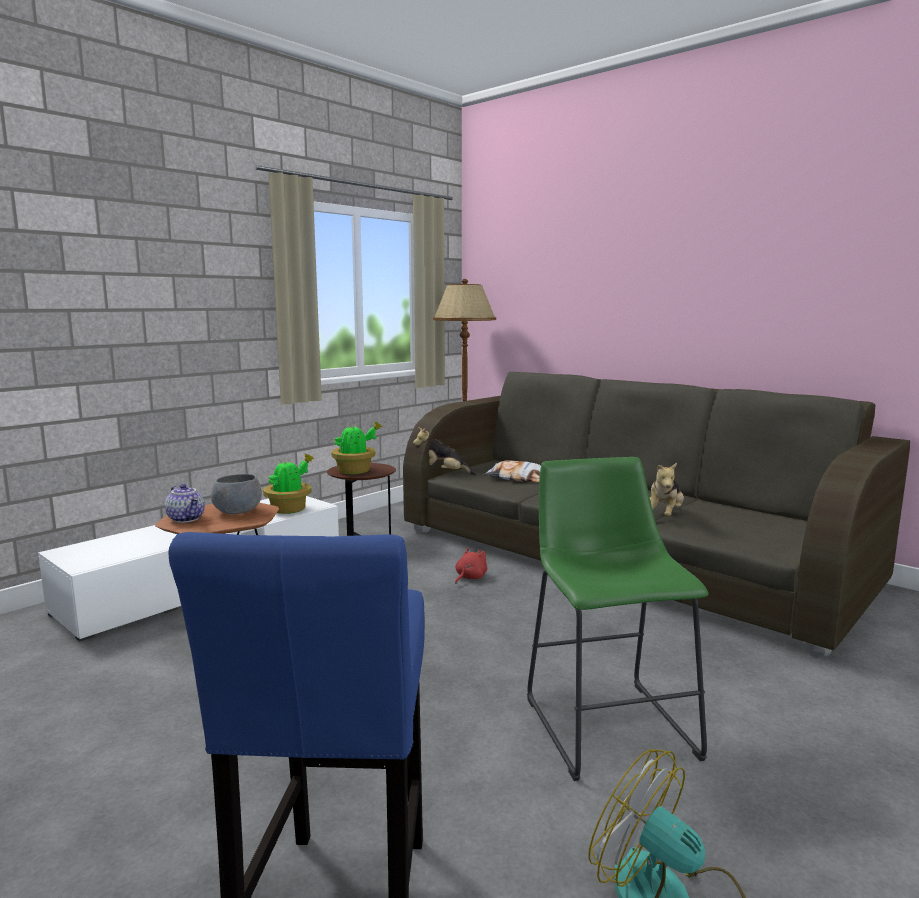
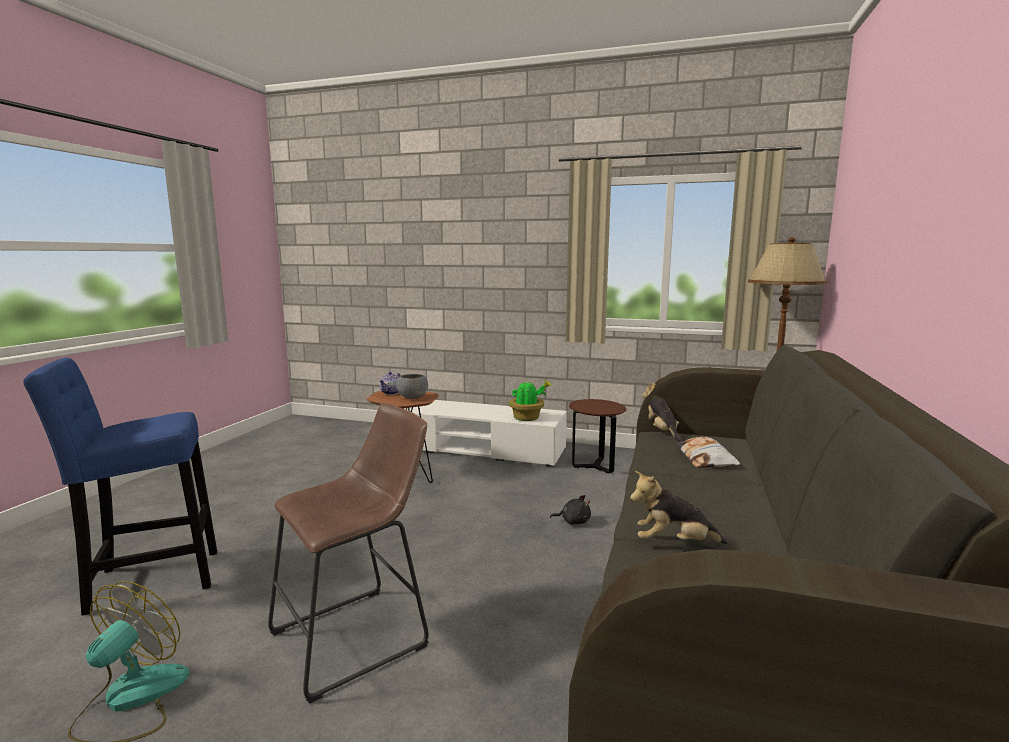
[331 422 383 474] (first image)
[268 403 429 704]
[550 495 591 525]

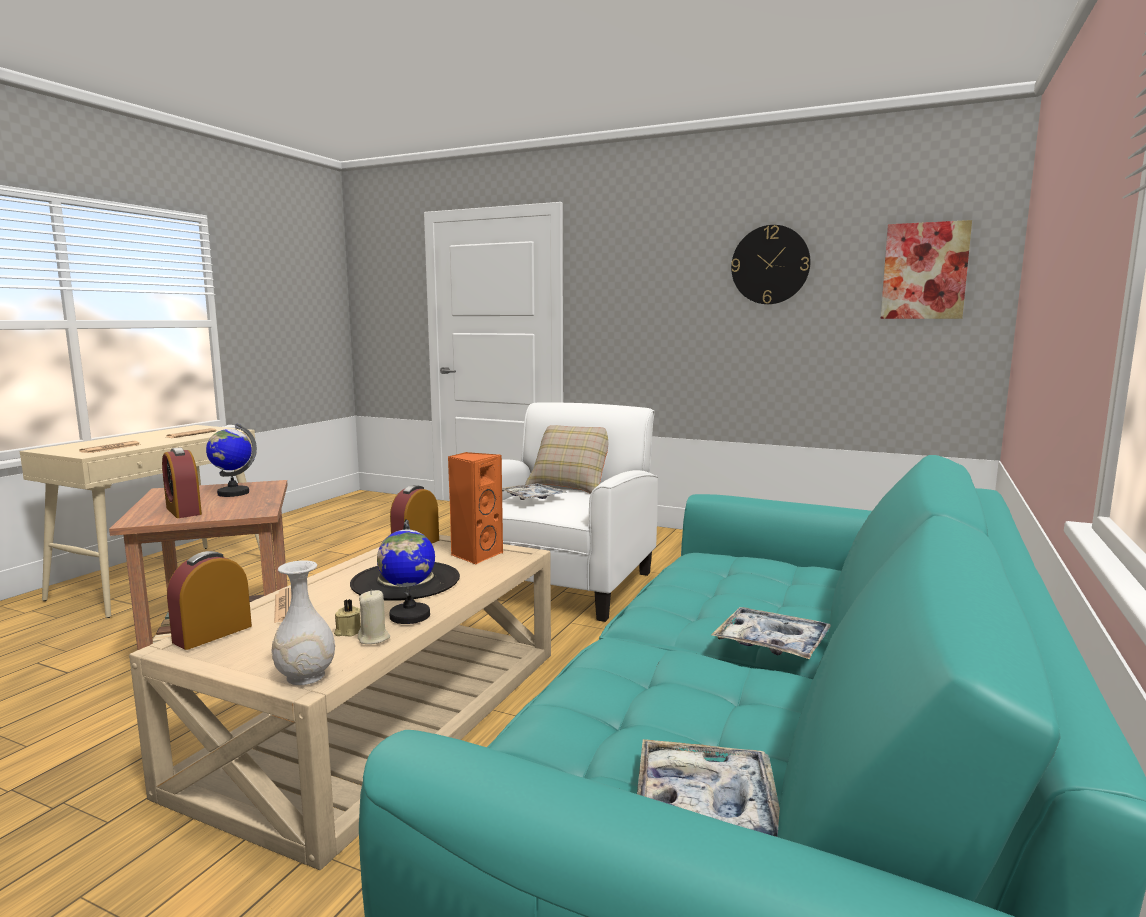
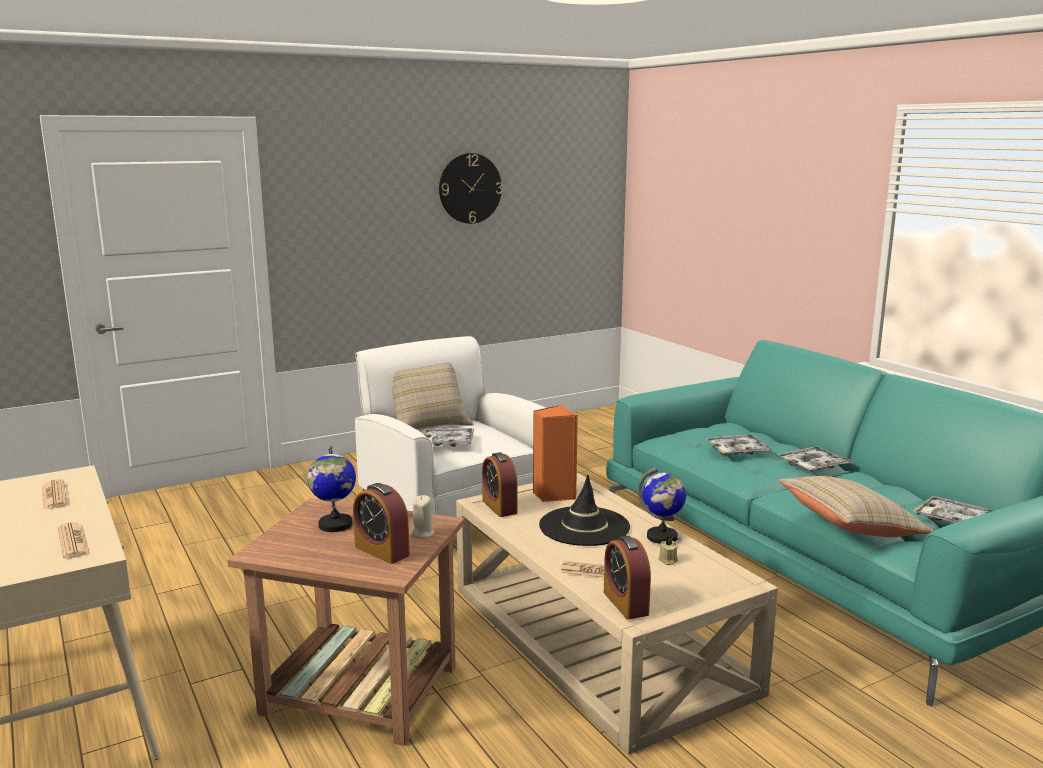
[880 220 972 319] (first image)
[353 483 410 564]
[272 560 335 685] (first image)
[411 495 434 538]
[706 435 773 455]
[778 476 933 537]

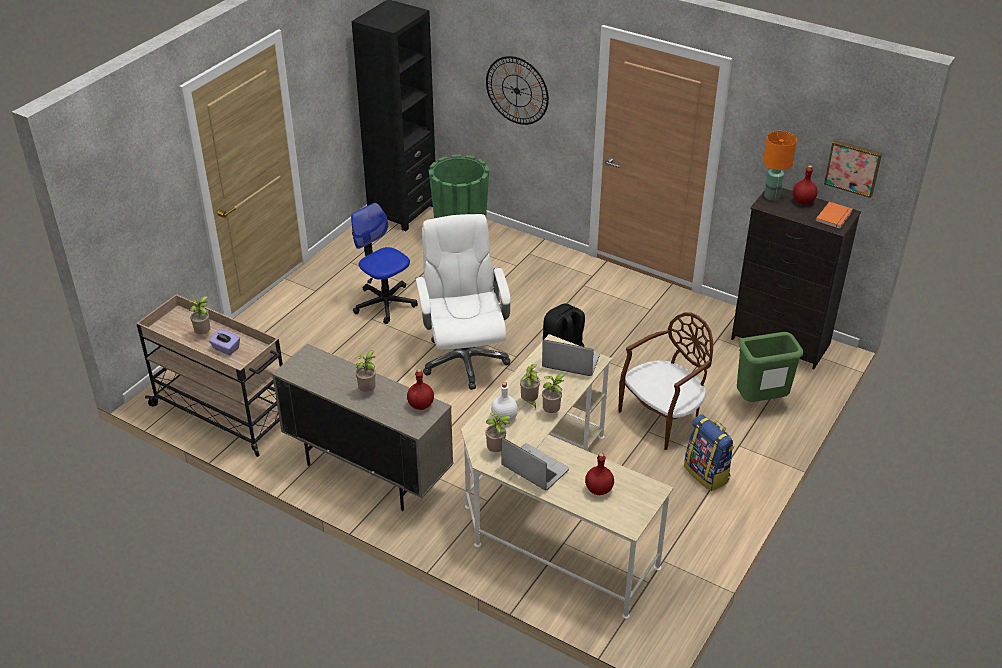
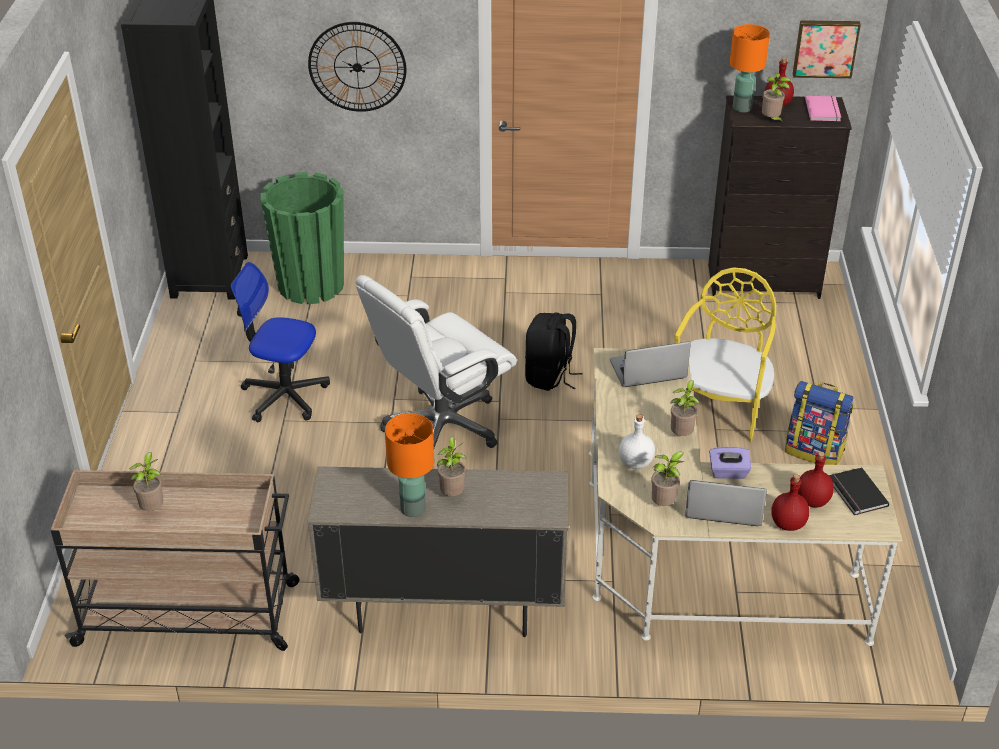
[805 96 841 122]
[355 275 517 448]
[674 267 776 443]
[709 447 751 479]
[737 332 803 402] (first image)
[762 72 791 122]
[771 474 809 531]
[385 413 434 517]
[829 468 889 515]

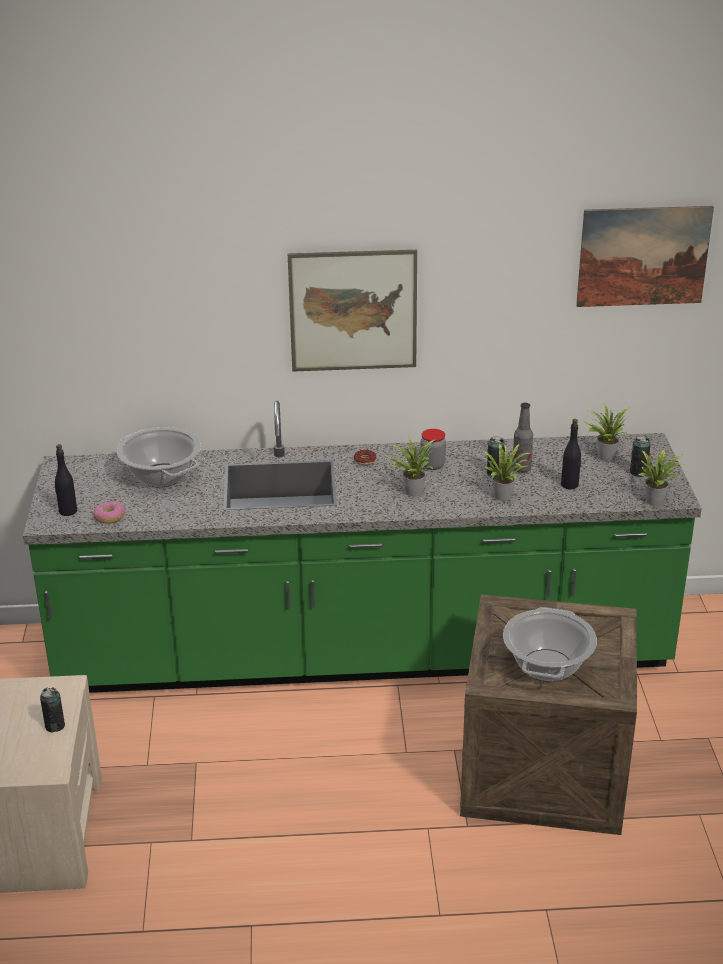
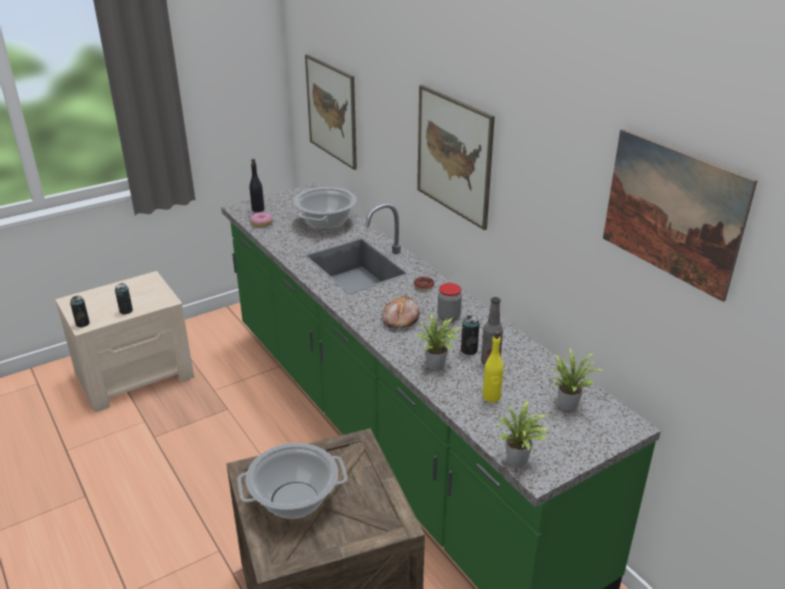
[483 331 503 402]
[382 295 420 328]
[70 296 90 327]
[305 54 357 170]

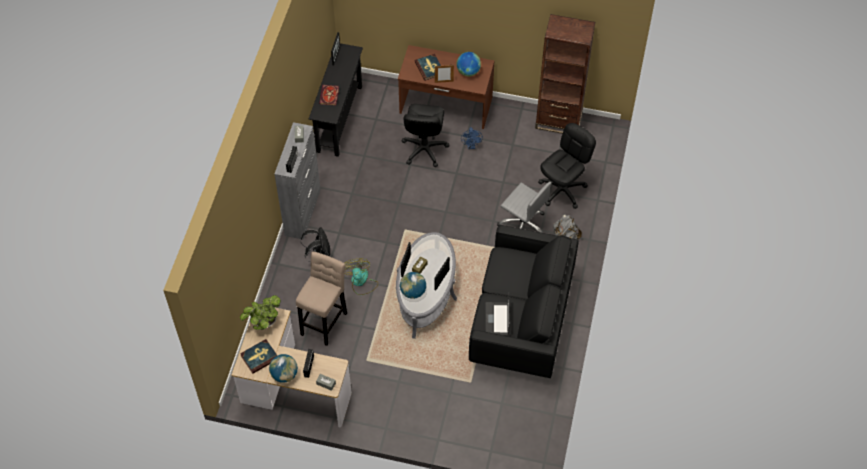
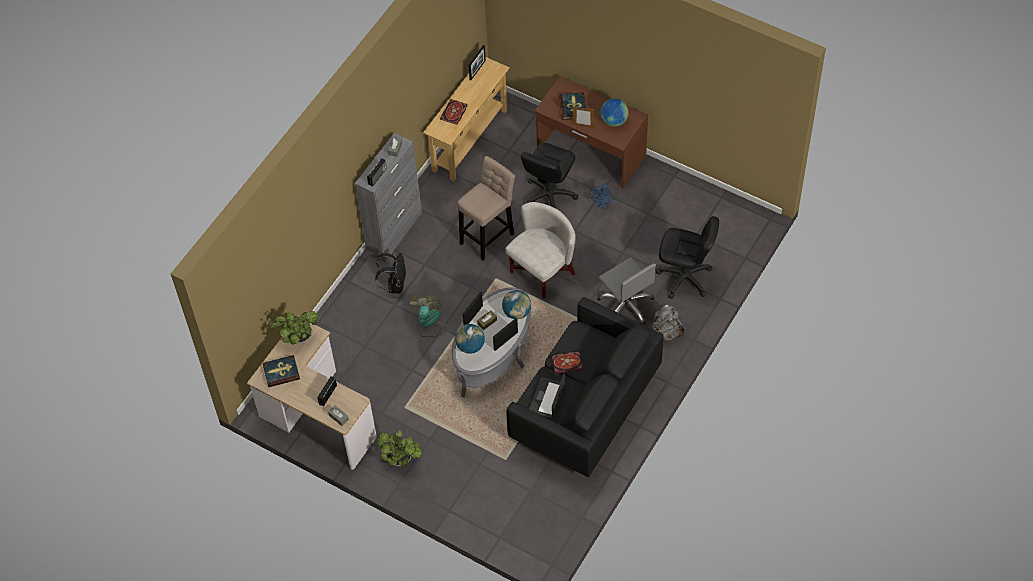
[535 14 595 134] (first image)
[423 57 510 181]
[656 216 719 299]
[457 156 515 260]
[502 290 531 319]
[505 202 576 299]
[552 352 583 374]
[377 430 422 466]

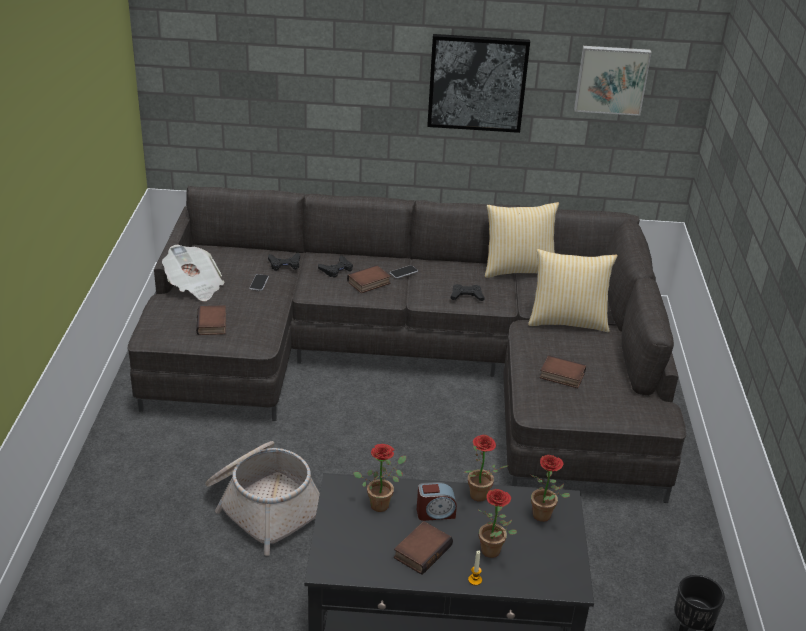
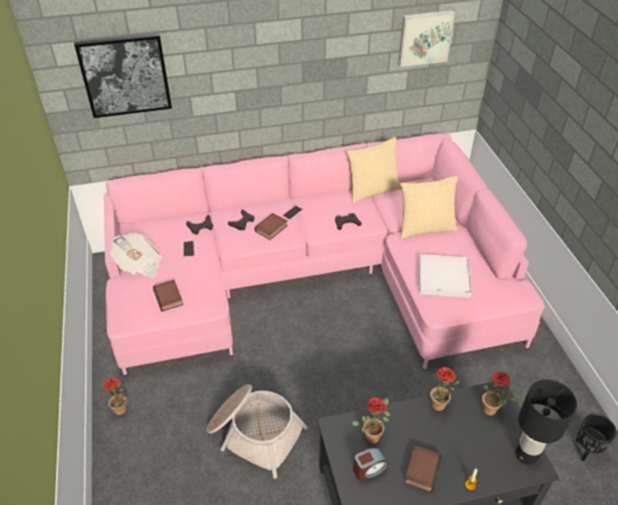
[74 33 172 118]
[104 133 545 375]
[418 254 472 298]
[353 447 387 481]
[102 378 127 415]
[515 379 577 465]

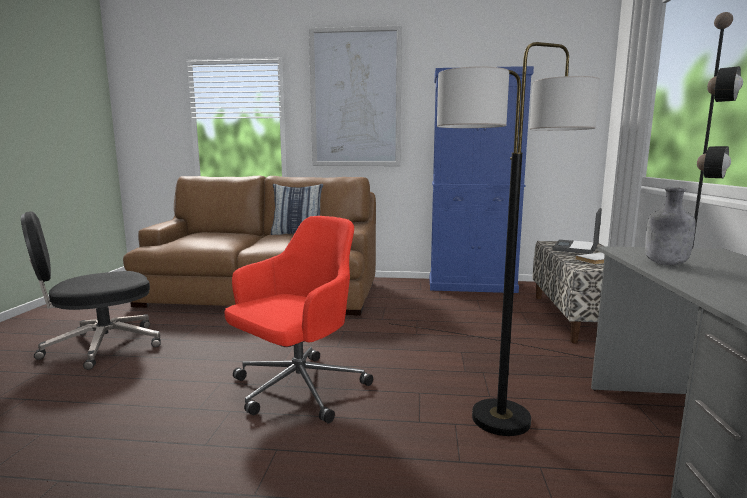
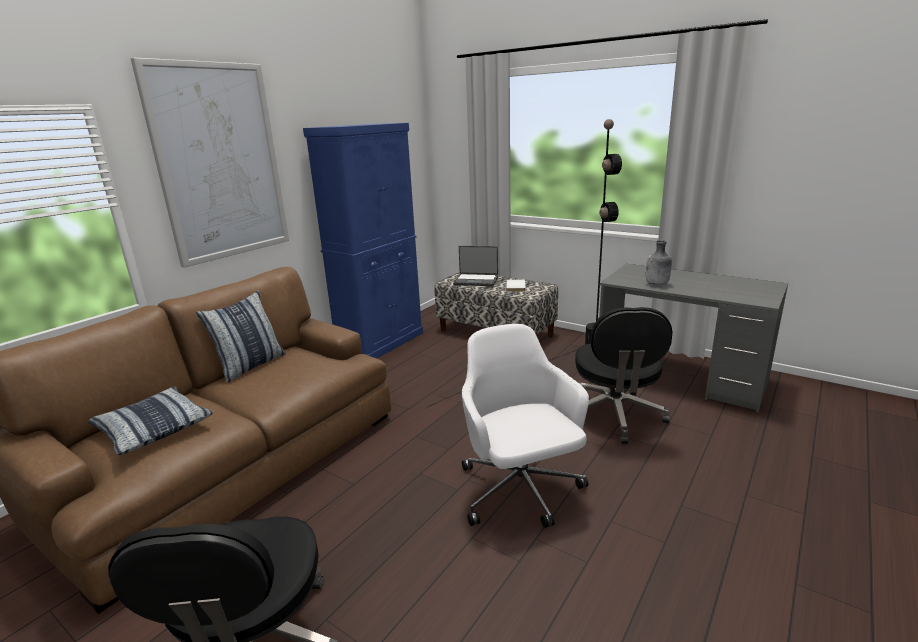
[575 307 672 444]
[453 246 498 286]
[462 324 589 528]
[88 387 213 455]

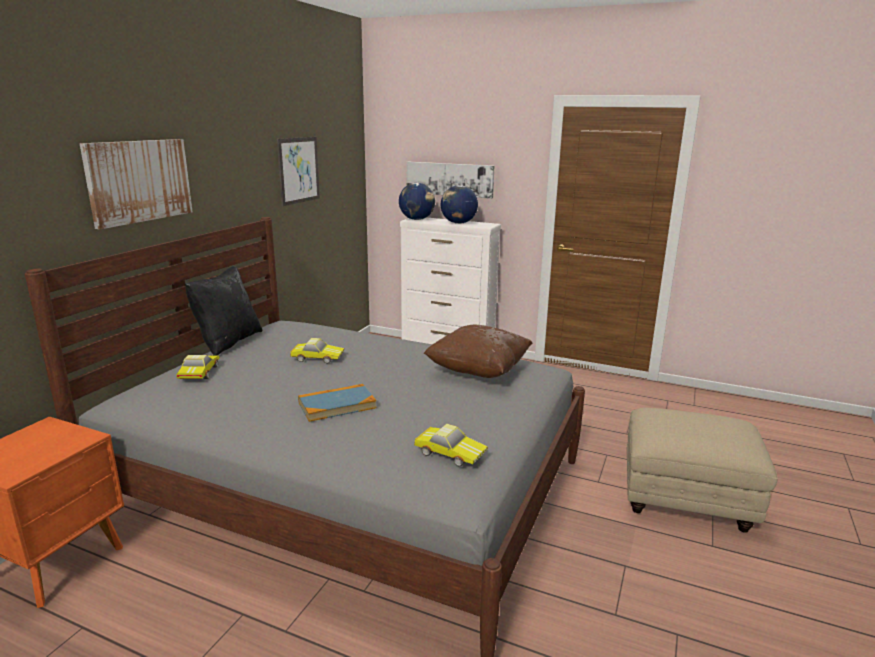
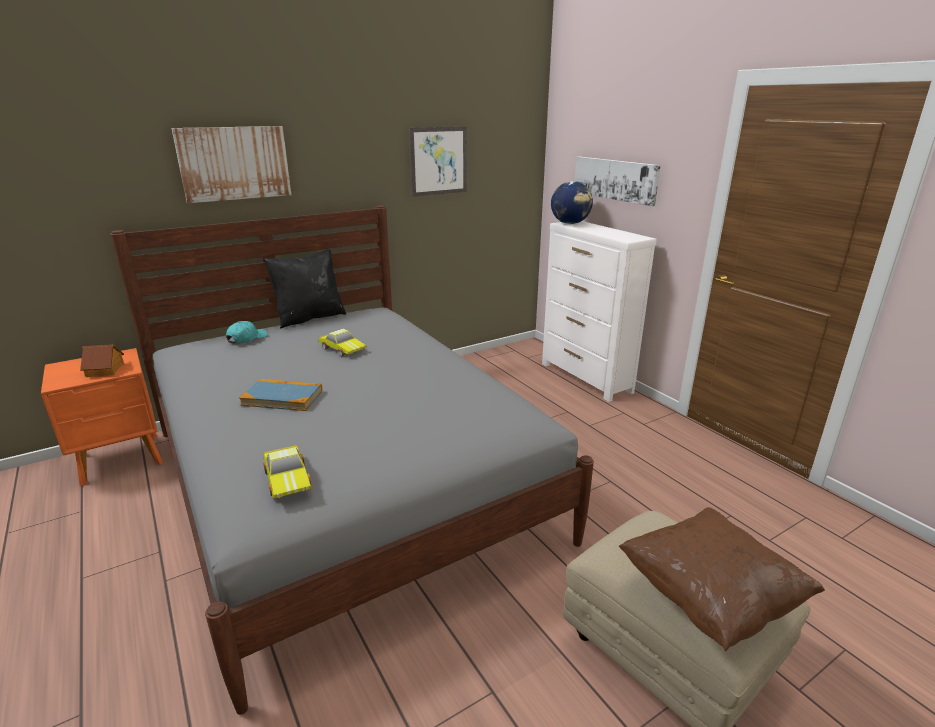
[441 185 478 224] (first image)
[619 507 825 651]
[226 321 268 344]
[80 344 124 377]

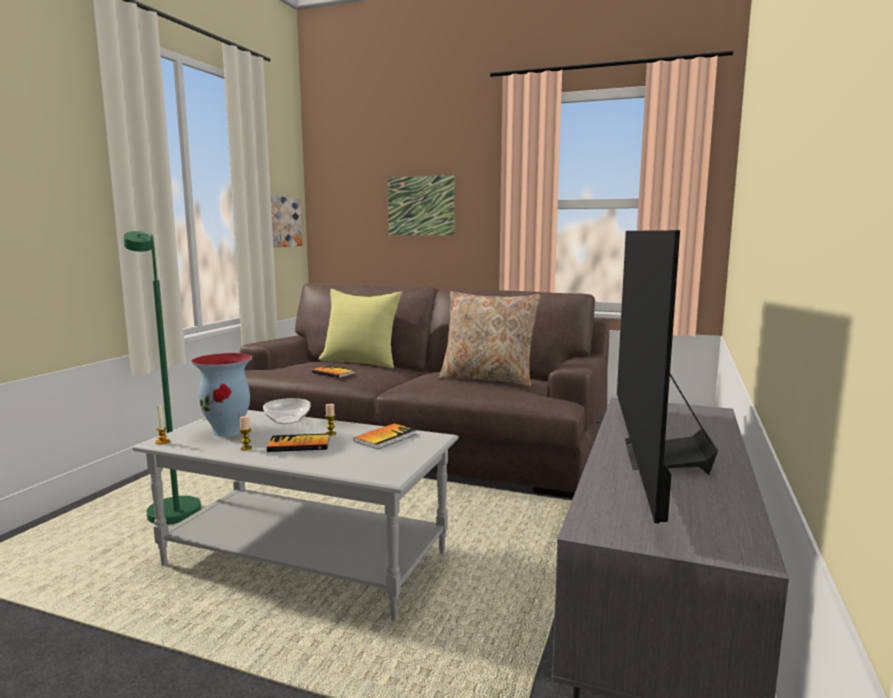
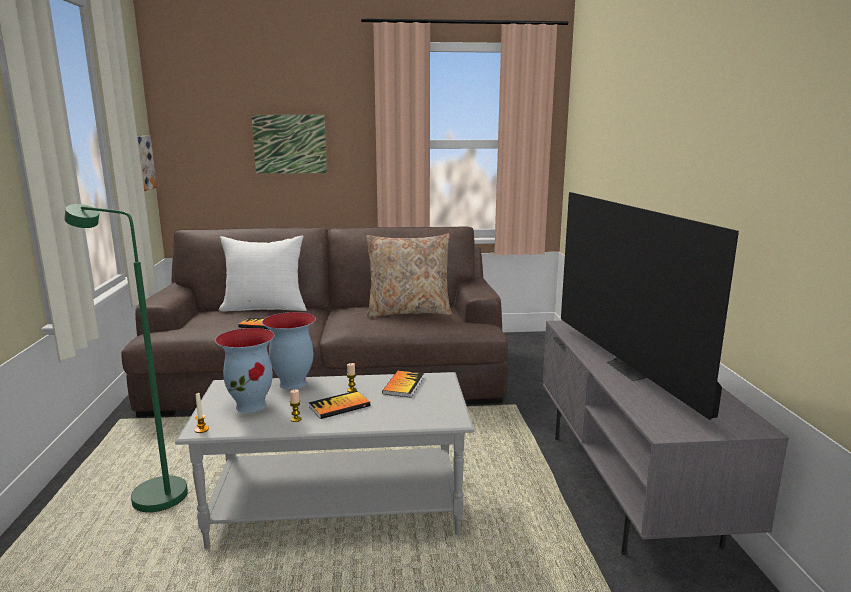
[218 235 307 312]
[262 312 316 390]

